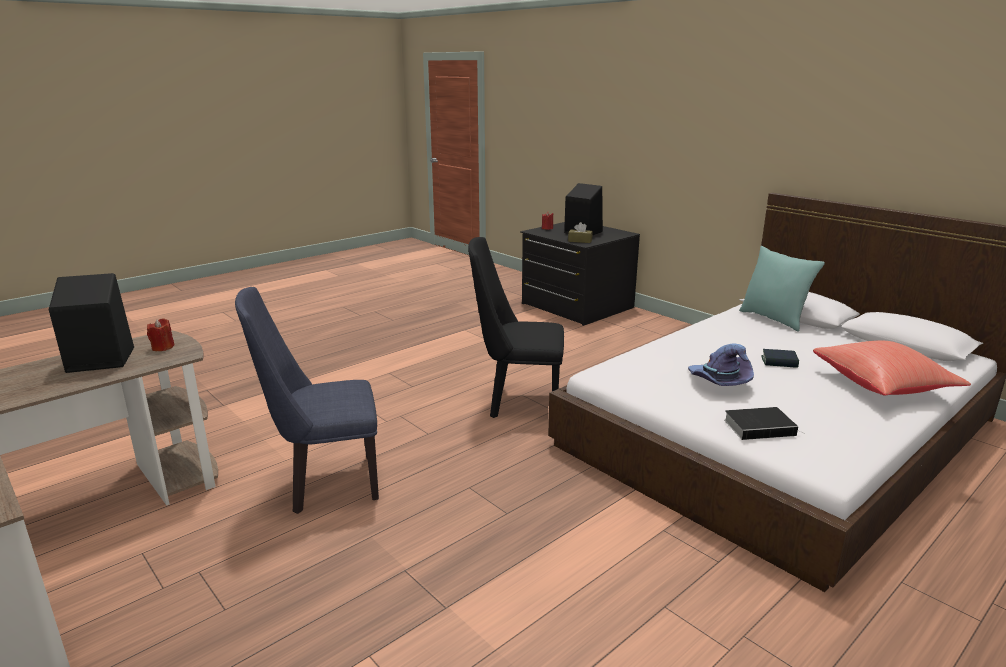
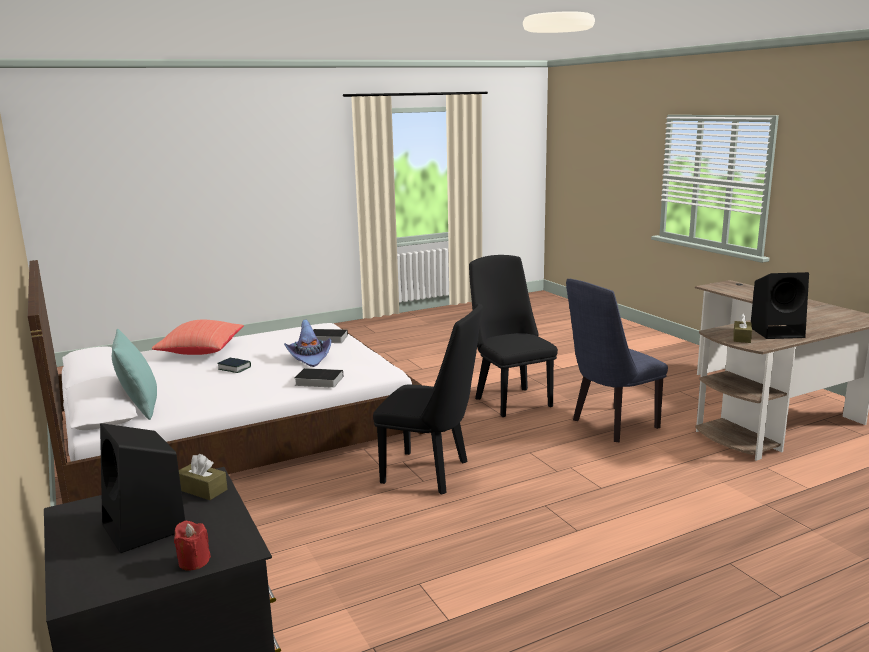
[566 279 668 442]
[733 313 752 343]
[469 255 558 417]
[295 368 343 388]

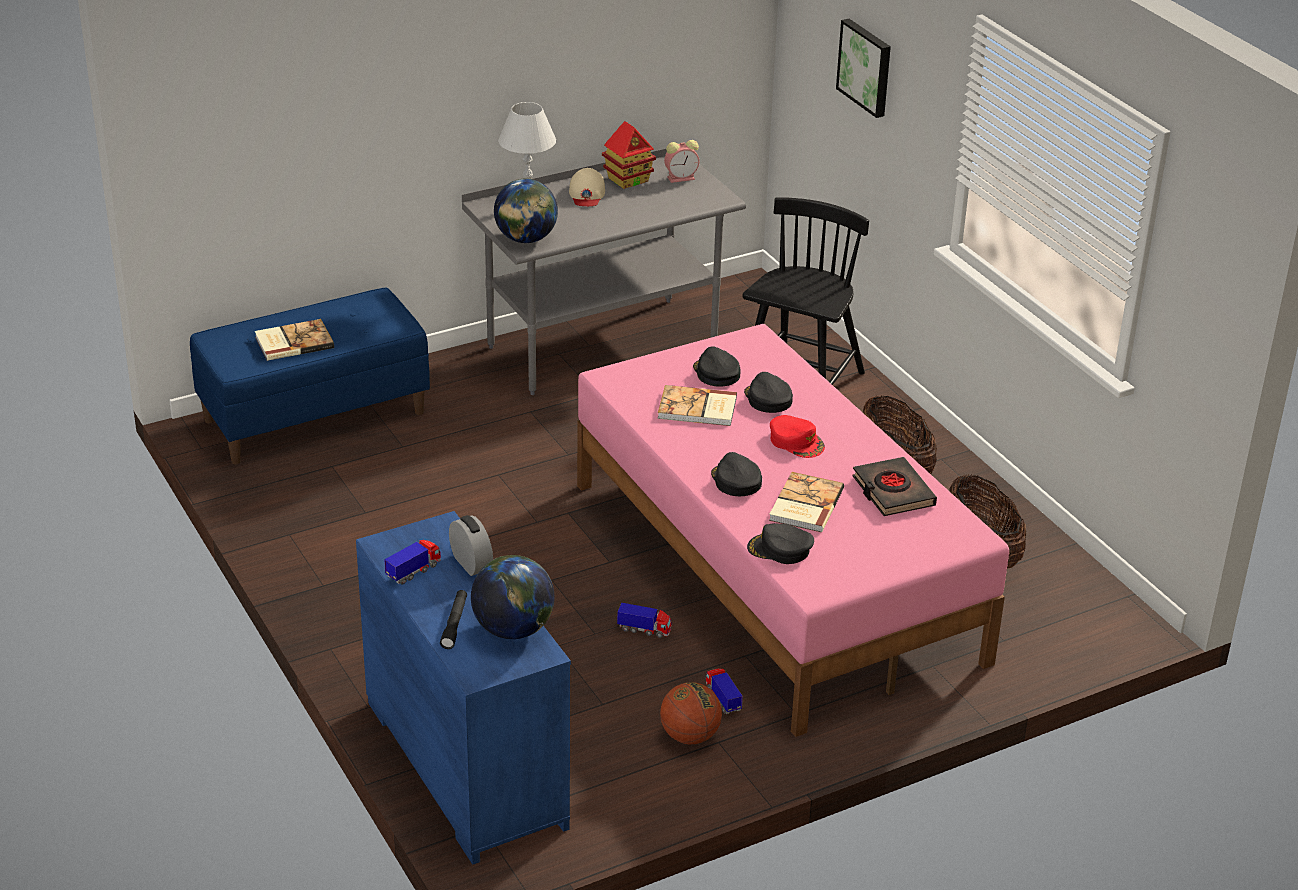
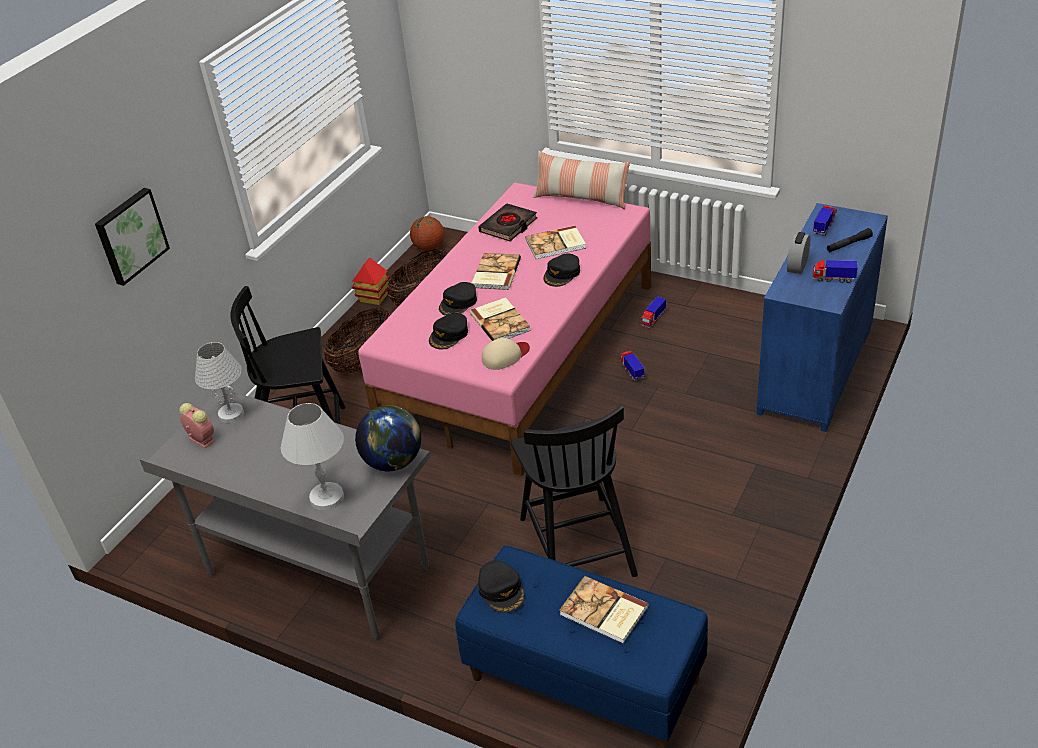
[352 257 390 305]
[482 338 530 370]
[472 253 521 290]
[478 560 524 613]
[813 206 837 236]
[410 216 444 251]
[533 151 630 209]
[195 342 244 423]
[511 406 638 577]

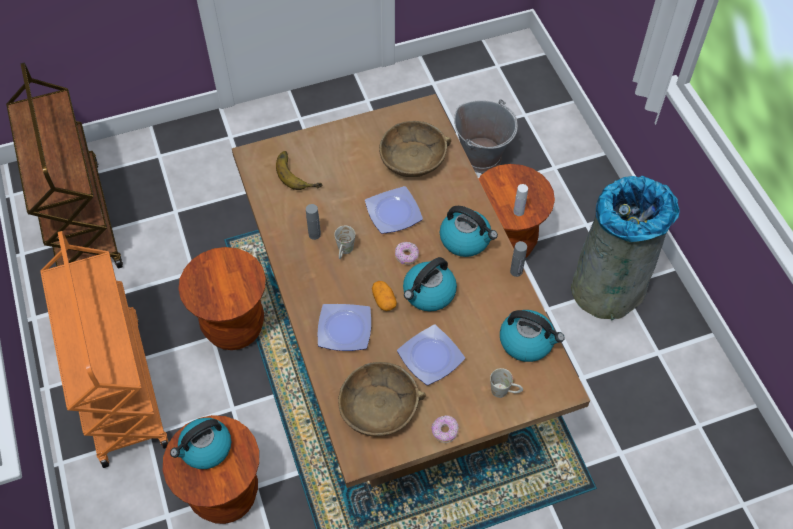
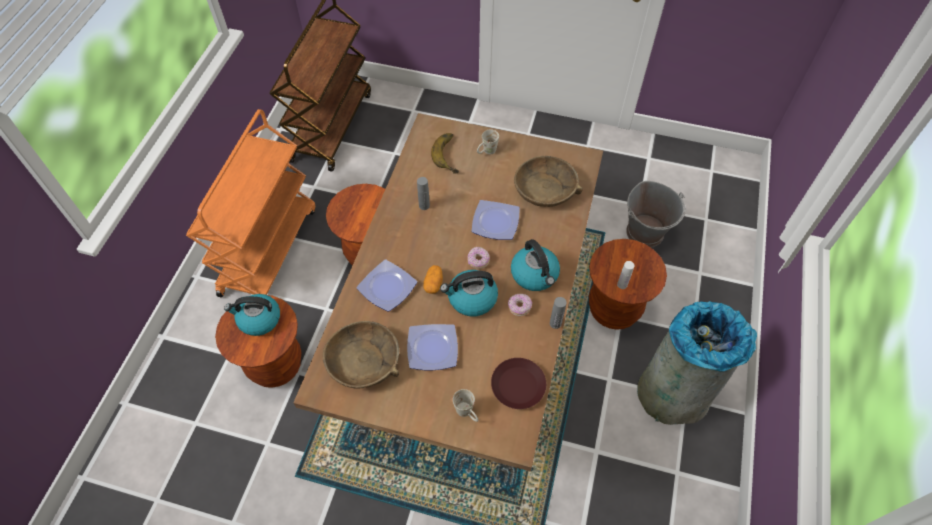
[477 129 499 154]
[491 358 546 409]
[508 294 532 316]

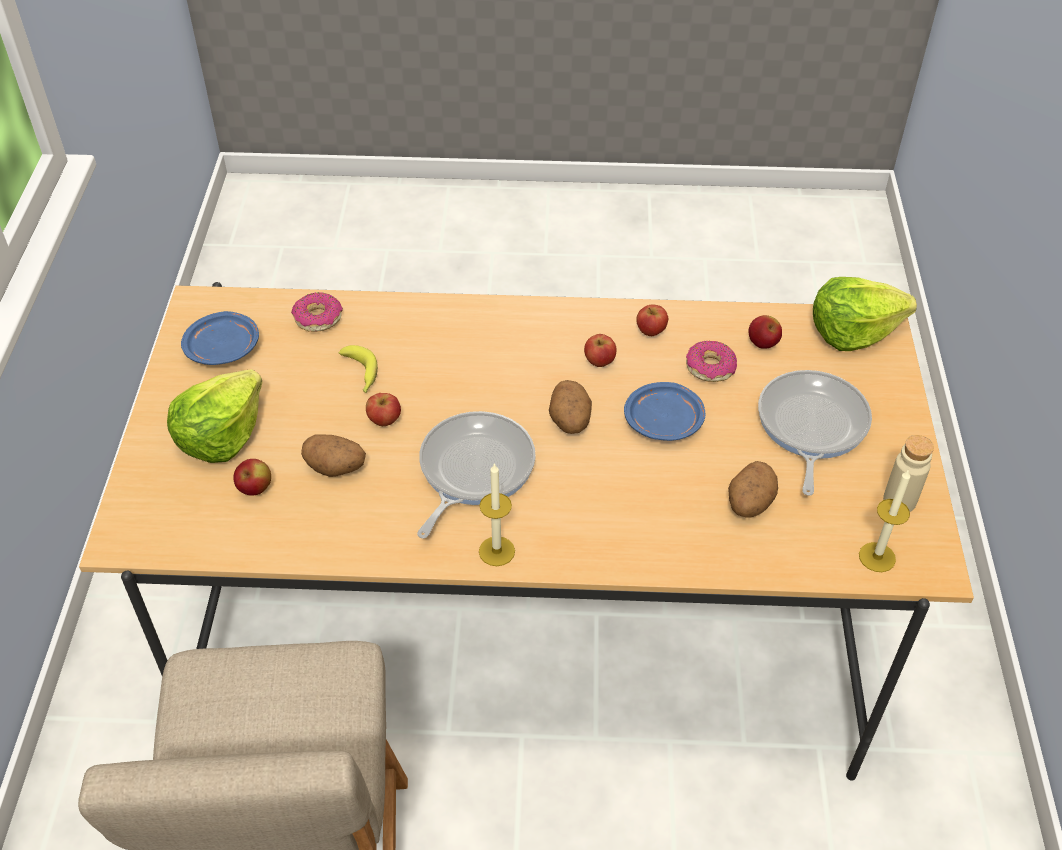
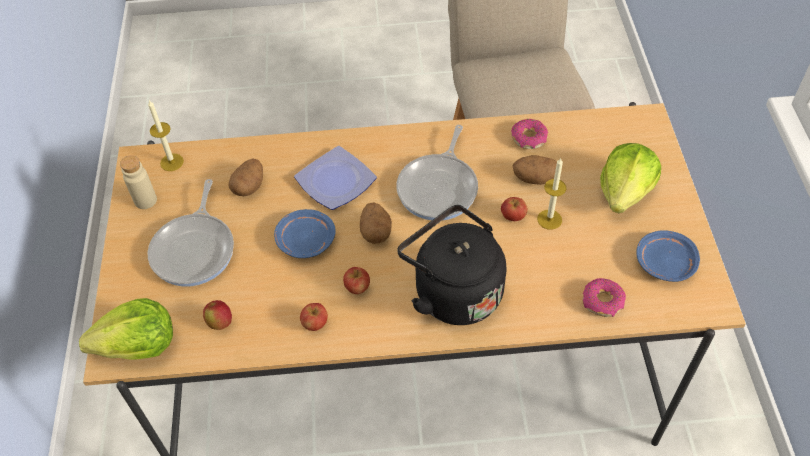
[511 119 548 149]
[339 345 378 393] (first image)
[233 459 271 496] (first image)
[537 158 566 230]
[294 146 377 210]
[397 205 506 325]

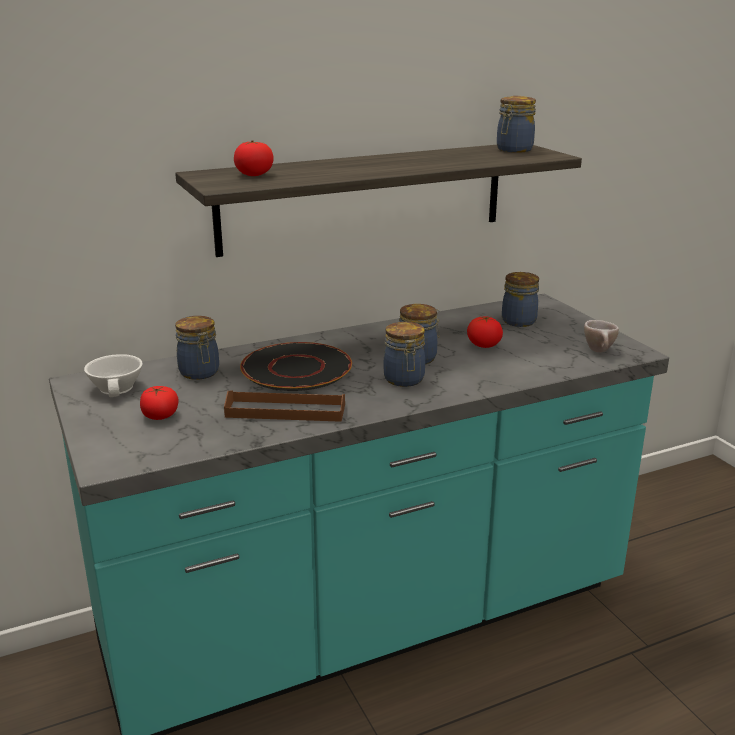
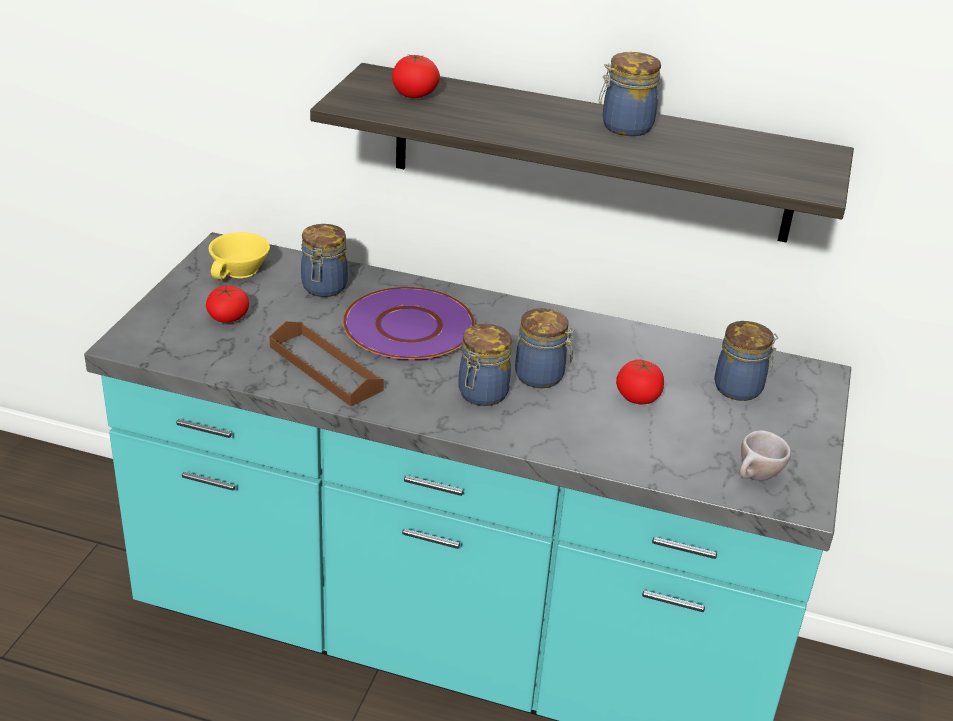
[599 52 661 136]
[343 287 475 361]
[209 232 270 280]

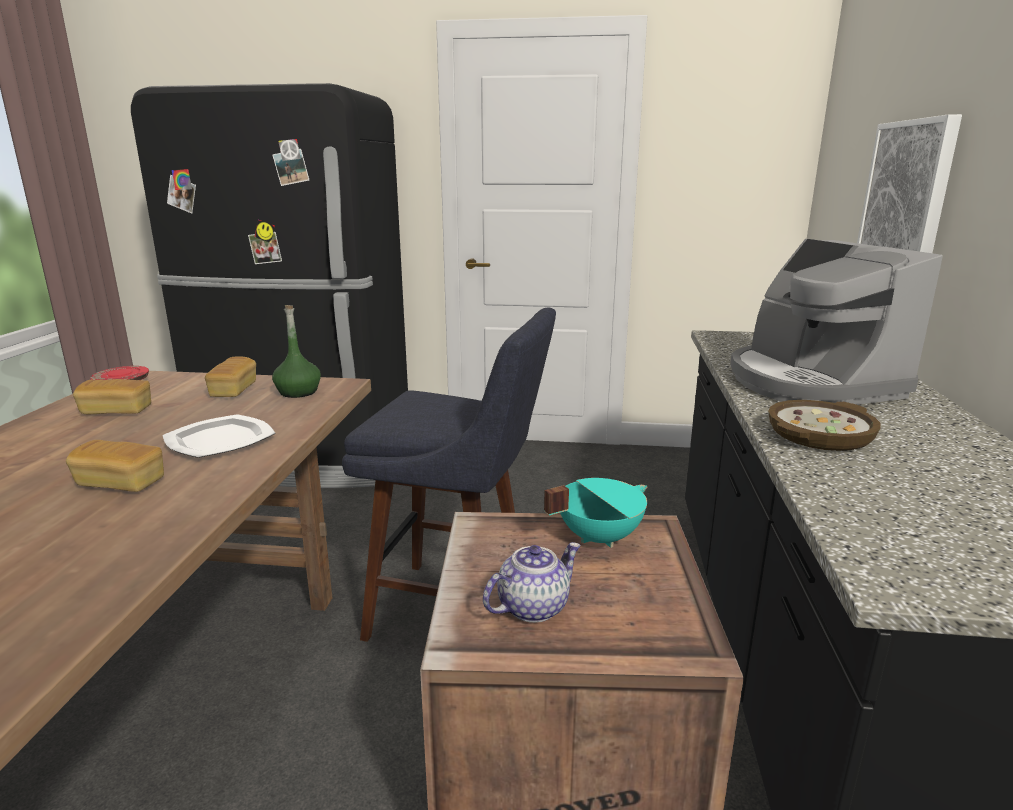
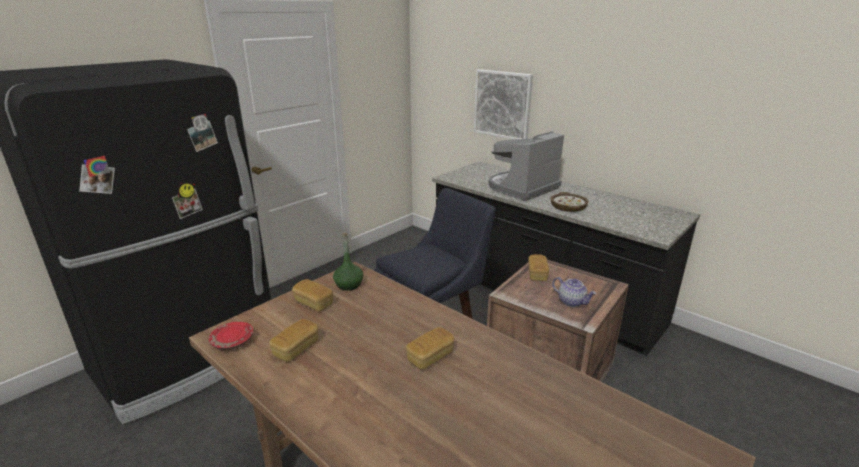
[488 132 564 200]
[163 414 275 458] (first image)
[528 254 549 281]
[552 277 596 307]

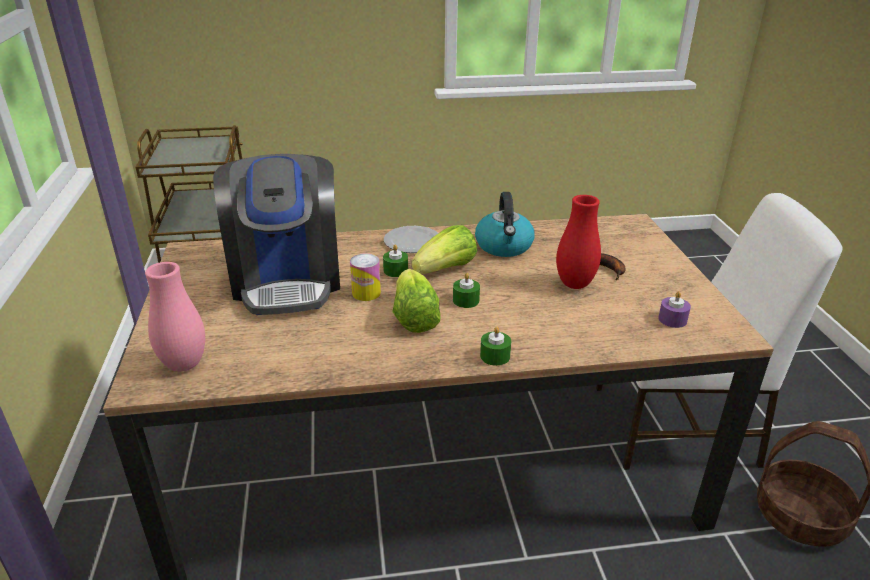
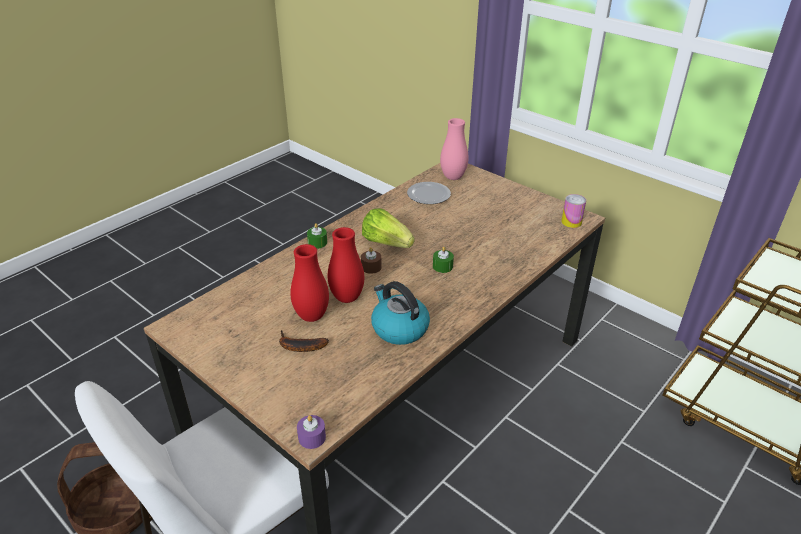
[213 154 340 315] (first image)
[412 225 477 274] (first image)
[407 182 451 204]
[561 194 586 228]
[361 247 382 274]
[297 415 326 449]
[328 227 364 303]

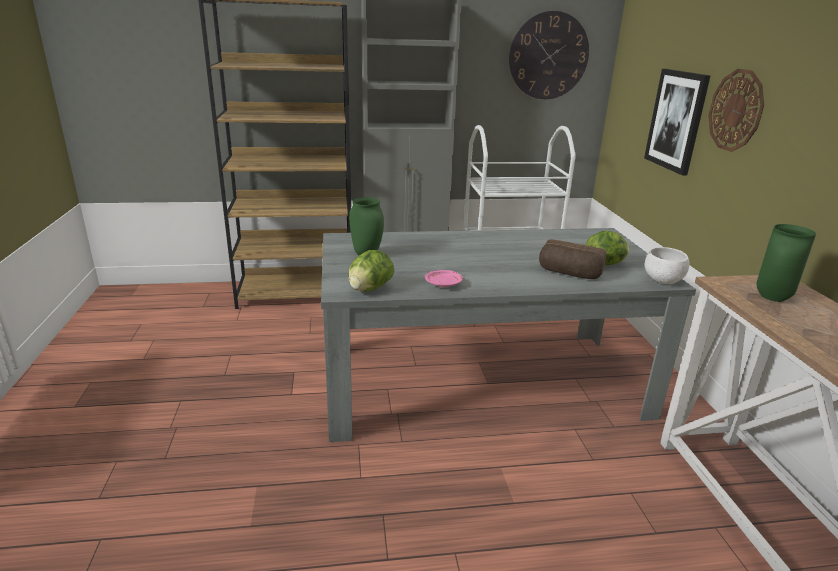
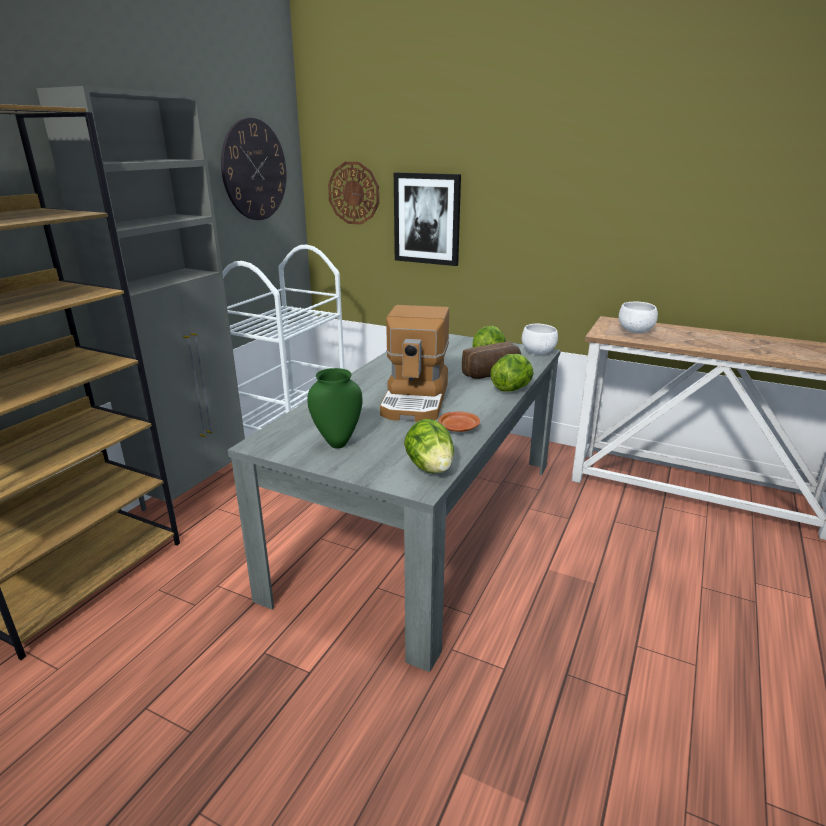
[328 162 379 225]
[619 302 658 333]
[438 412 480 432]
[380 305 449 422]
[490 354 534 391]

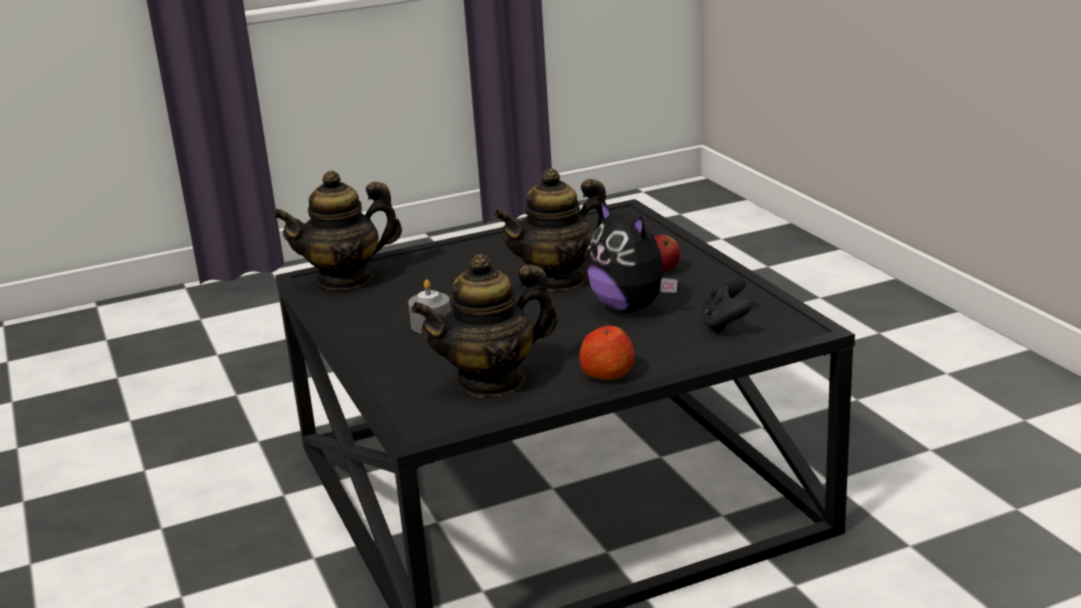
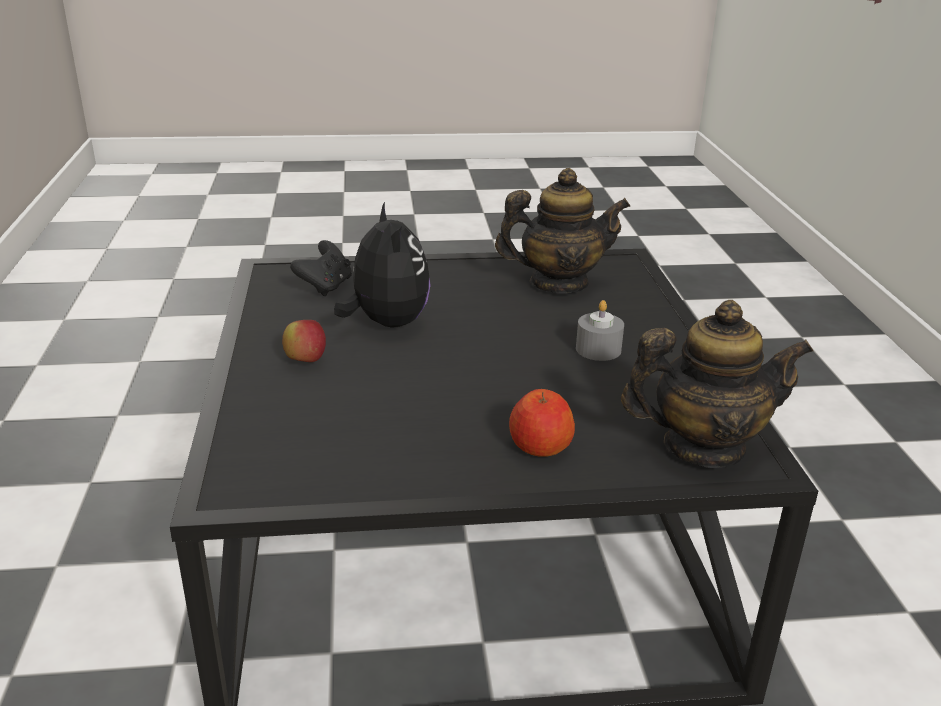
[494 168 607 291] (first image)
[509 389 575 457]

